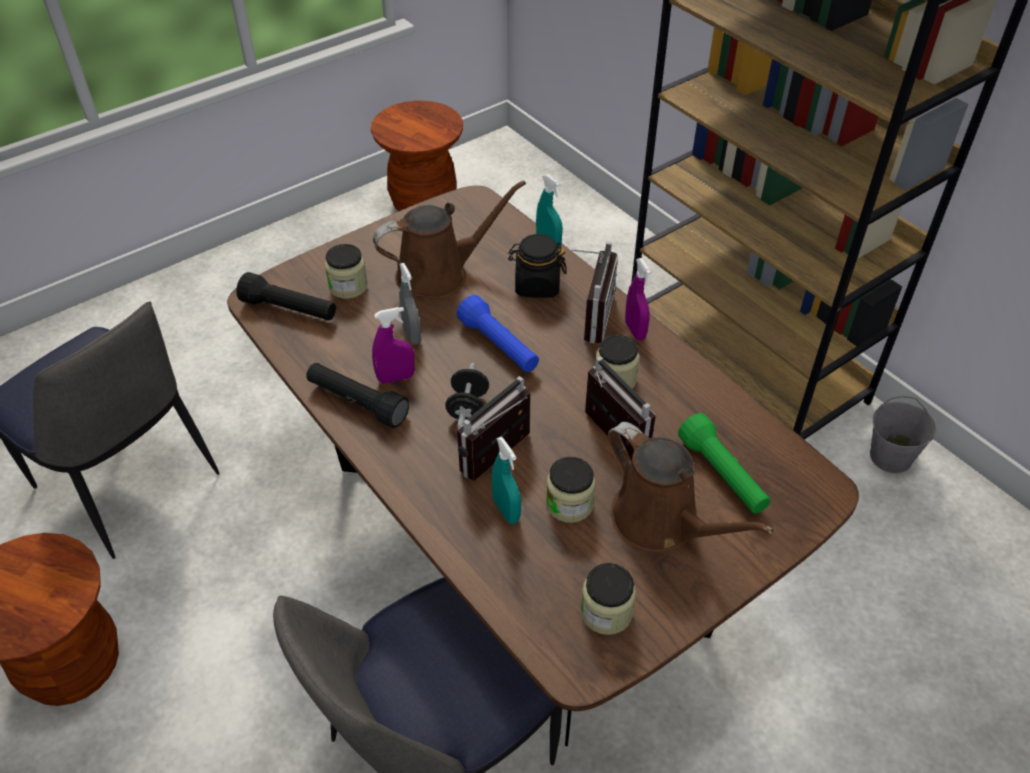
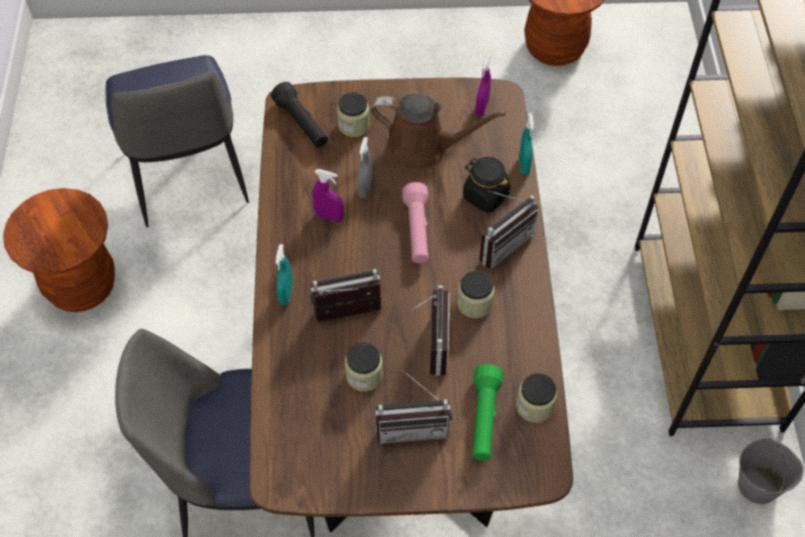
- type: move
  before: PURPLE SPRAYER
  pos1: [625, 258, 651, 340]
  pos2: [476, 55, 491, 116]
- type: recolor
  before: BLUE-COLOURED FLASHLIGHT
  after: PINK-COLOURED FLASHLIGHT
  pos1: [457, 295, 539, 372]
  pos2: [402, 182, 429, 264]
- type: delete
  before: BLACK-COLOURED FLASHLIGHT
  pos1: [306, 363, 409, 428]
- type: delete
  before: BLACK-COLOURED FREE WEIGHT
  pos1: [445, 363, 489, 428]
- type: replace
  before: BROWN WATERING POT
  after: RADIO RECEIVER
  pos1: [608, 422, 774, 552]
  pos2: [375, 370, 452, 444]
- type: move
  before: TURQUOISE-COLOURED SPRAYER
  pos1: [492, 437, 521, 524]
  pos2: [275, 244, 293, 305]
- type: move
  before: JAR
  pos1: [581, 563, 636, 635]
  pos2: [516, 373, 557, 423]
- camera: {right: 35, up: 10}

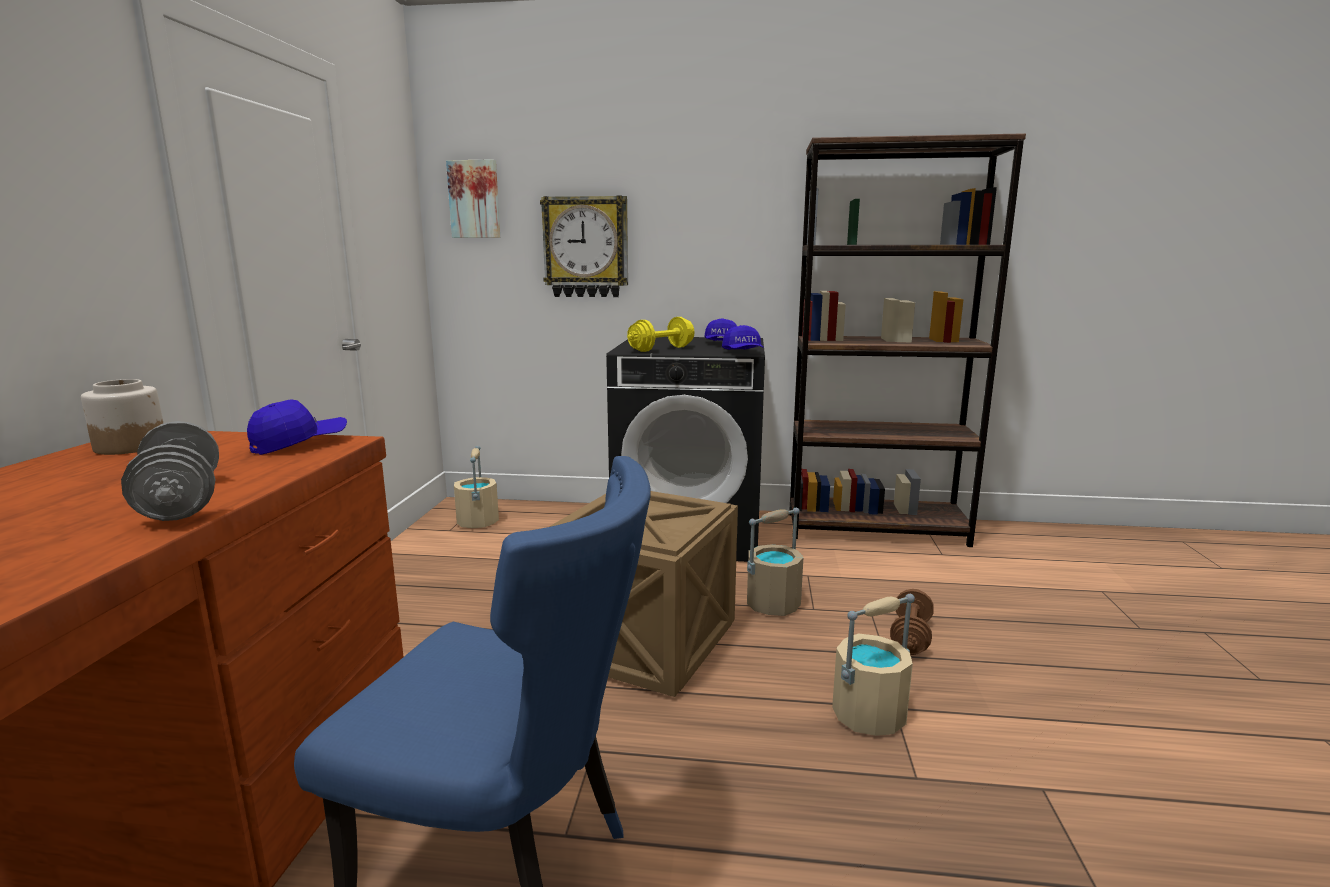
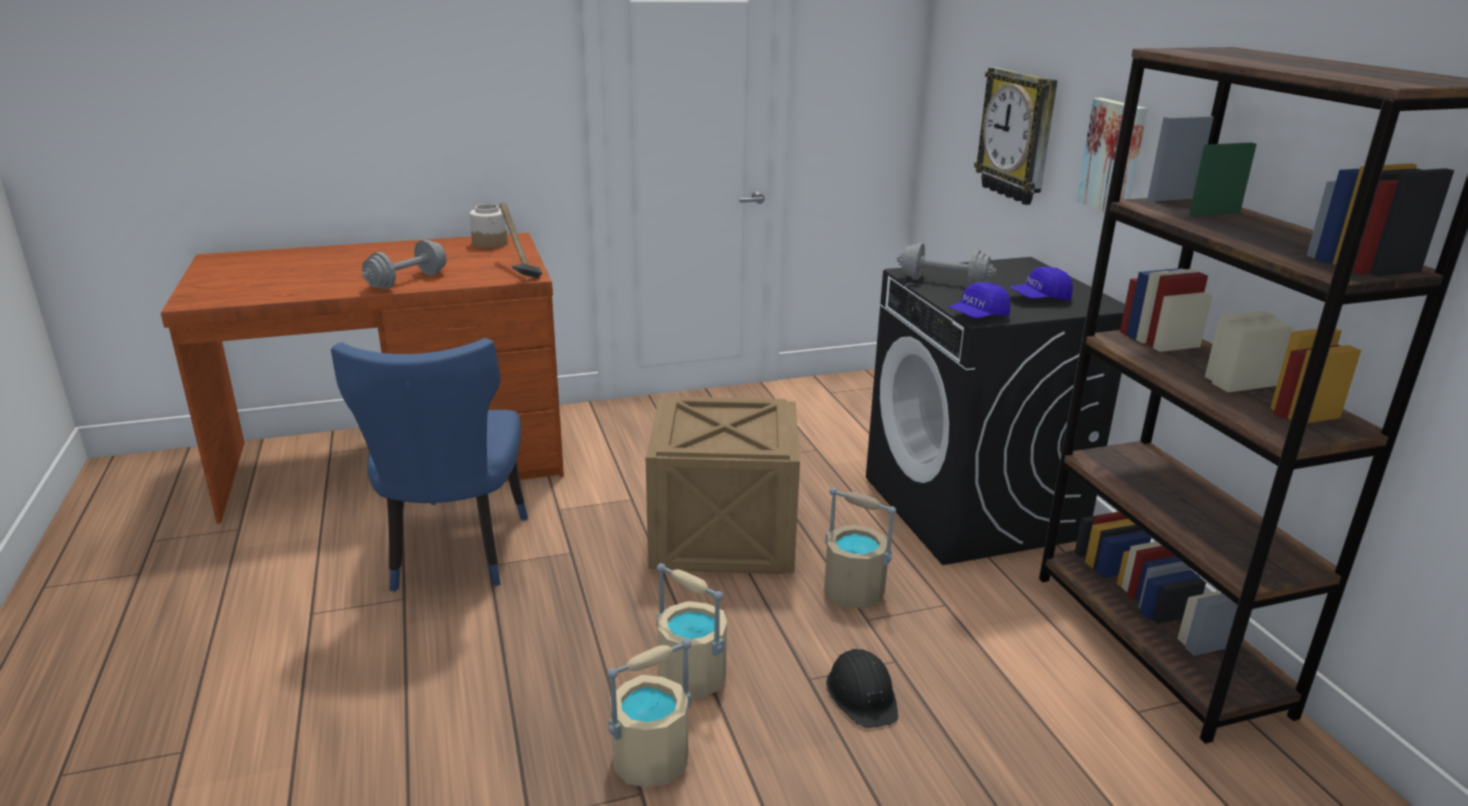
- type: move
  before: WALL PICTURE
  pos1: [446, 159, 500, 238]
  pos2: [1076, 98, 1148, 212]
- type: recolor
  before: YELLOW FREE WEIGHT
  after: GREYISH FREE WEIGHT
  pos1: [627, 317, 695, 352]
  pos2: [897, 243, 997, 286]
- type: replace
  before: BLUE-COLOURED BASEBALL CAP
  after: HAMMER
  pos1: [247, 399, 347, 455]
  pos2: [499, 202, 542, 278]
- type: move
  before: SAND-COLOURED PAIL
  pos1: [454, 446, 499, 528]
  pos2: [607, 639, 692, 788]
- type: replace
  before: BROWN FREE WEIGHT
  after: BLACK-COLOURED HARD HAT
  pos1: [890, 589, 934, 655]
  pos2: [826, 649, 898, 728]
- camera: {right: 65, up: 10}

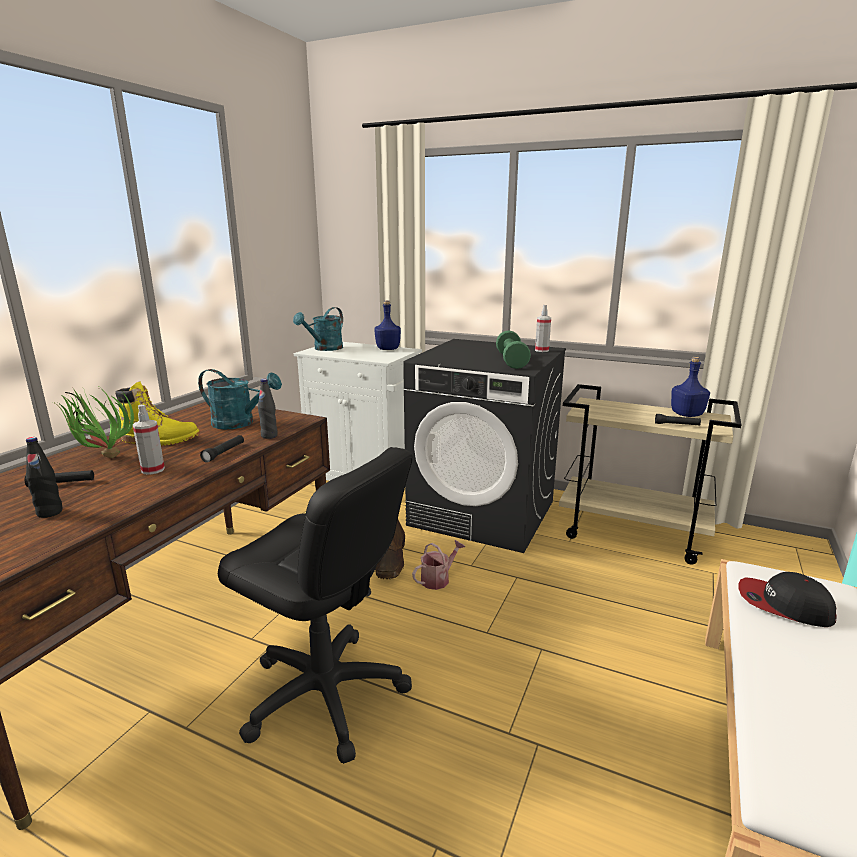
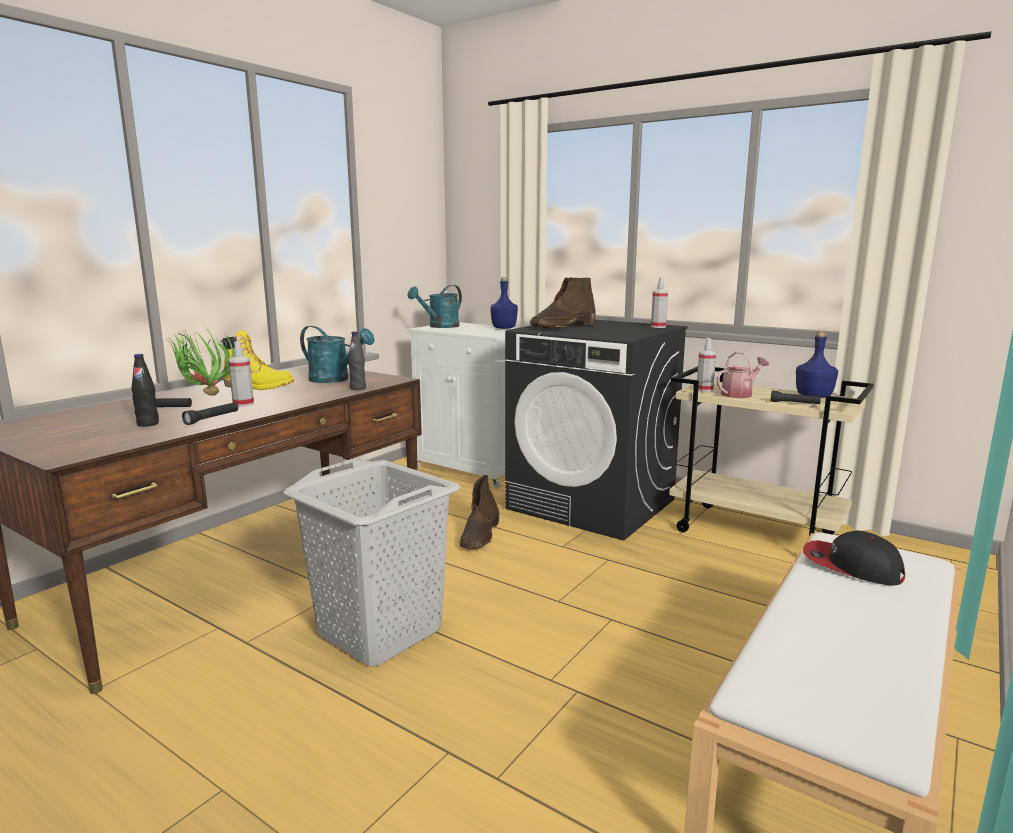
- type: delete
  before: GREENISH FREE WEIGHT
  pos1: [496, 330, 531, 369]
- type: move
  before: BLACK-COLOURED FLASHLIGHT
  pos1: [200, 435, 244, 463]
  pos2: [182, 402, 238, 425]
- type: replace
  before: BLACK-COLOURED COMPUTER CHAIR
  after: GREYISH HAMPER
  pos1: [218, 447, 413, 764]
  pos2: [283, 459, 460, 667]
- type: move
  before: WATERING POT
  pos1: [412, 540, 465, 590]
  pos2: [717, 352, 769, 398]
- type: insert
  after: BROWN TALL BOOT
  pos2: [530, 277, 596, 328]
- type: insert
  after: SPRAYER
  pos2: [697, 338, 716, 392]
- camera: {right: 10, up: -5}

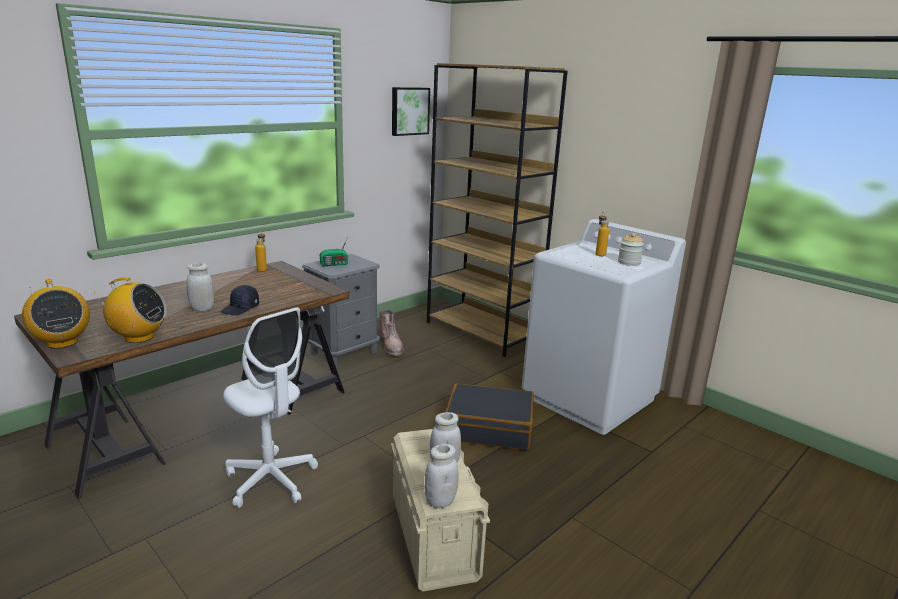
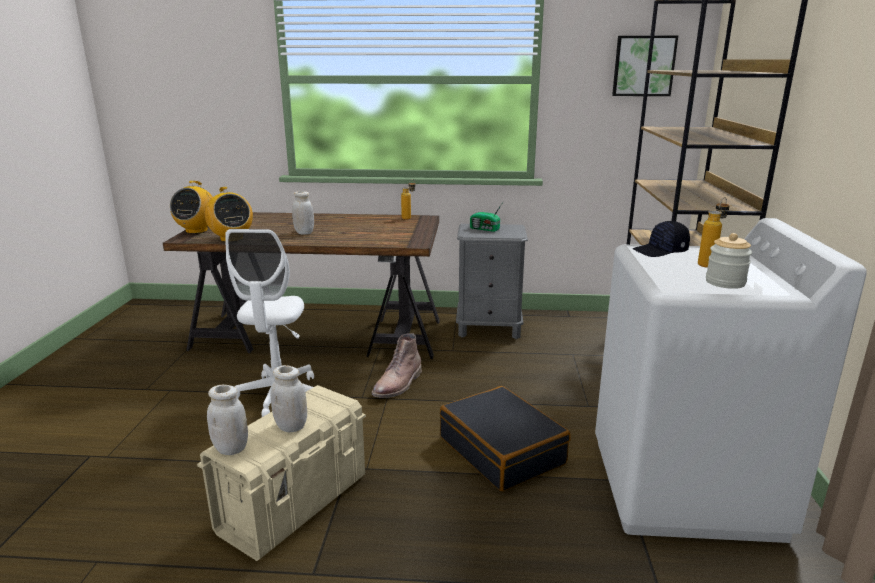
- type: move
  before: BLACK-COLOURED BASEBALL CAP
  pos1: [220, 285, 259, 316]
  pos2: [633, 221, 690, 257]
- type: move
  before: BROWN TALL BOOT
  pos1: [379, 309, 404, 356]
  pos2: [372, 333, 422, 398]
- camera: {right: 50, up: 0}

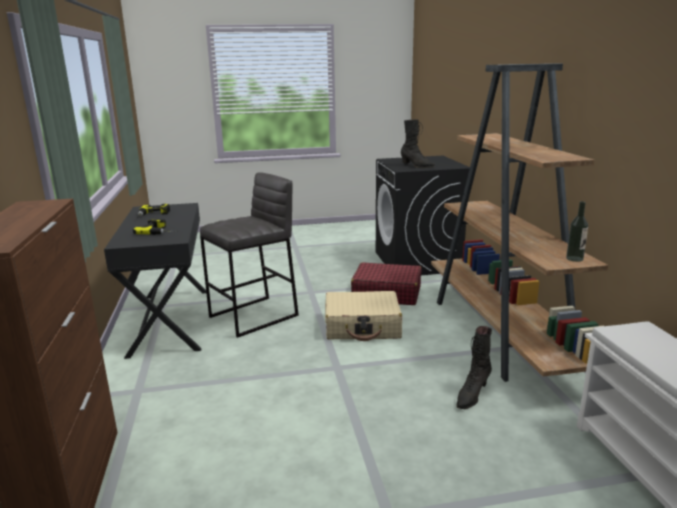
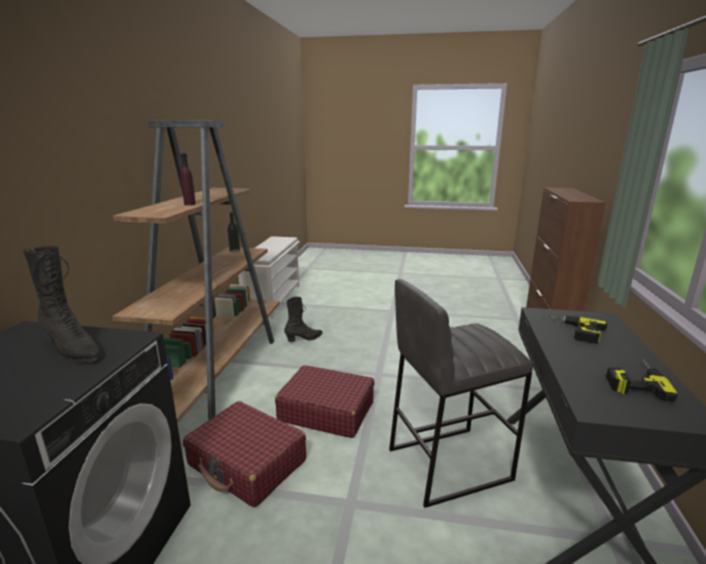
- type: rotate
  before: BLACK-COLOURED TALL BOOT
  pos1: [401, 119, 435, 168]
  pos2: [23, 246, 102, 363]
  turn: 150
- type: recolor
  before: SAND-COLOURED SUITCASE
  after: REDDISH SUITCASE
  pos1: [325, 291, 402, 341]
  pos2: [275, 365, 374, 438]
- type: insert
  after: PURPLE BEVERAGE BOTTLE
  pos2: [180, 153, 196, 205]
- camera: {right: -160, up: 0}

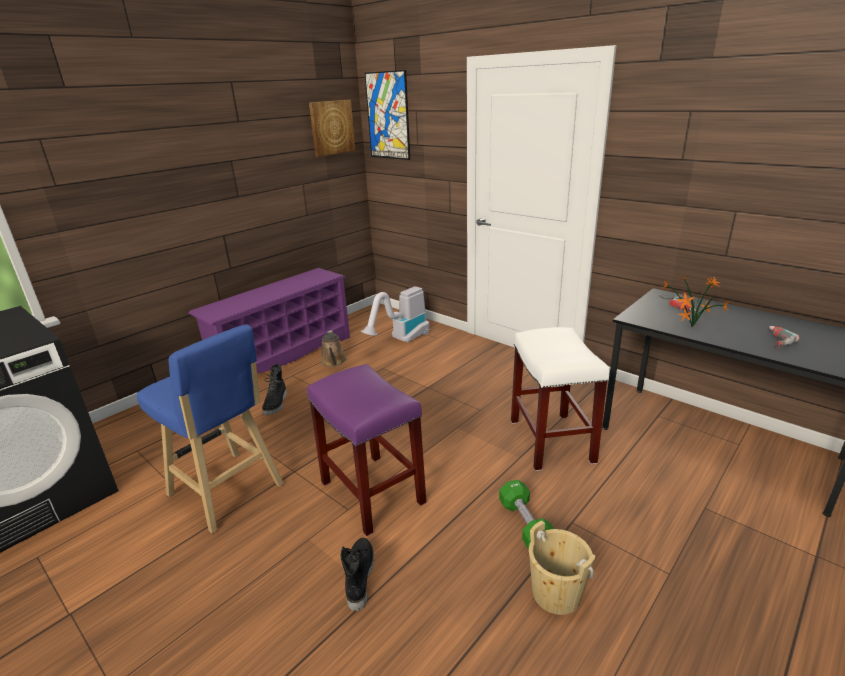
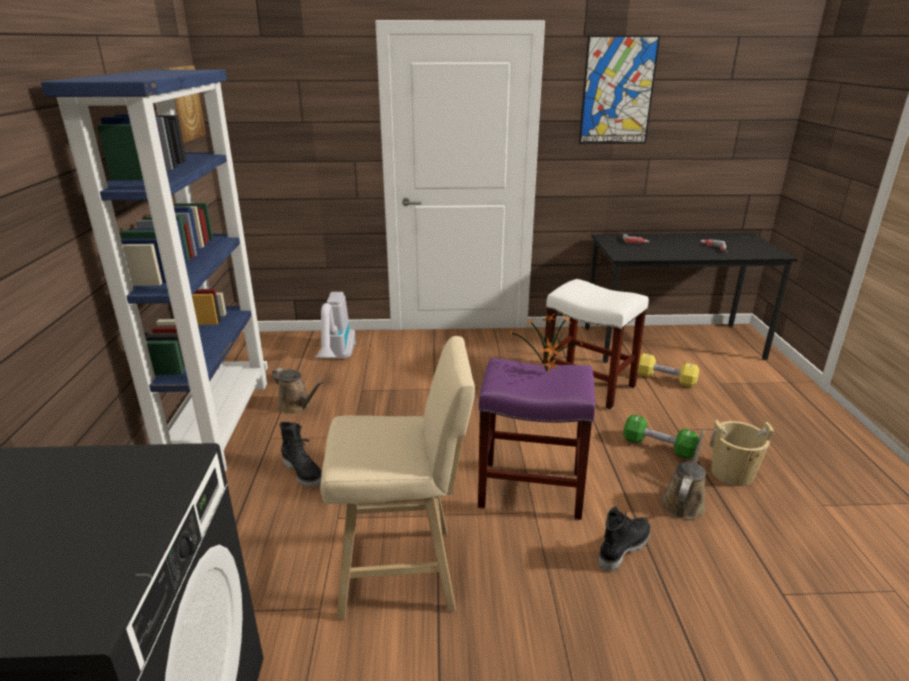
- type: move
  before: WALL PICTURE
  pos1: [365, 70, 410, 160]
  pos2: [579, 36, 660, 144]
- type: replace
  before: PURPLE SHOE STAND
  after: BLUE-COLOURED BOOKSHELF
  pos1: [188, 268, 350, 374]
  pos2: [41, 70, 268, 472]
- type: move
  before: PLANT IN A POT
  pos1: [662, 276, 729, 327]
  pos2: [509, 313, 583, 372]
- type: recolor
  before: BLUE-COLOURED STOOL
  after: SAND-COLOURED STOOL
  pos1: [137, 324, 284, 533]
  pos2: [320, 336, 475, 619]
- type: rotate
  before: BLACK-COLOURED TALL BOOT
  pos1: [341, 538, 374, 611]
  pos2: [598, 505, 650, 572]
  turn: 90
- type: insert
  after: YELLOW FREE WEIGHT
  pos2: [638, 353, 699, 387]
- type: insert
  after: BROWN WATERING POT
  pos2: [661, 430, 706, 520]
- camera: {right: -45, up: 0}

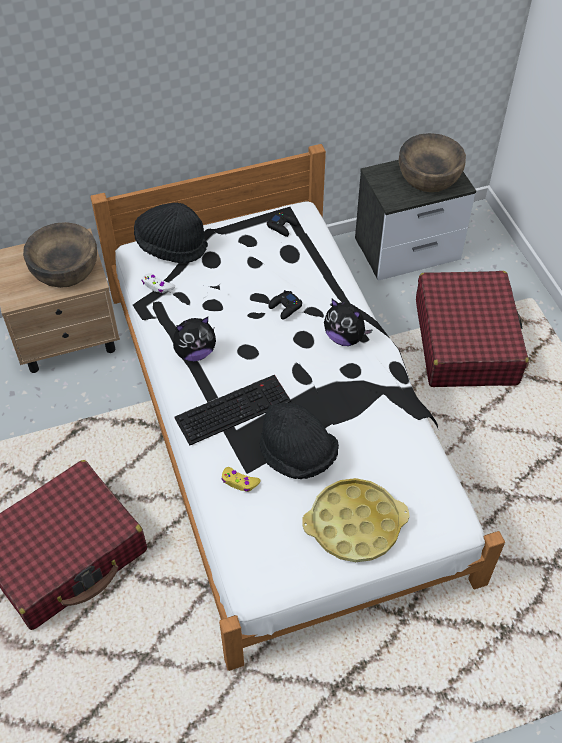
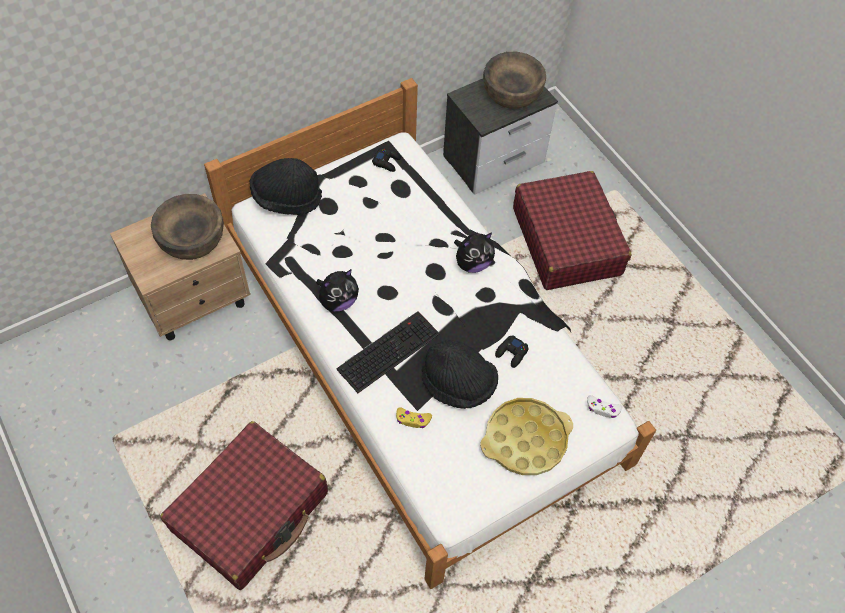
- type: move
  before: WHITE-COLOURED GAME CONTROLLER
  pos1: [141, 273, 175, 293]
  pos2: [587, 395, 622, 418]
- type: move
  before: BLACK-COLOURED GAME CONTROLLER
  pos1: [268, 290, 302, 320]
  pos2: [495, 335, 529, 368]
- type: rotate
  before: CUDDLY TOY
  pos1: [324, 299, 373, 346]
  pos2: [454, 233, 495, 273]
  turn: -45
- camera: {right: -15, up: 5}

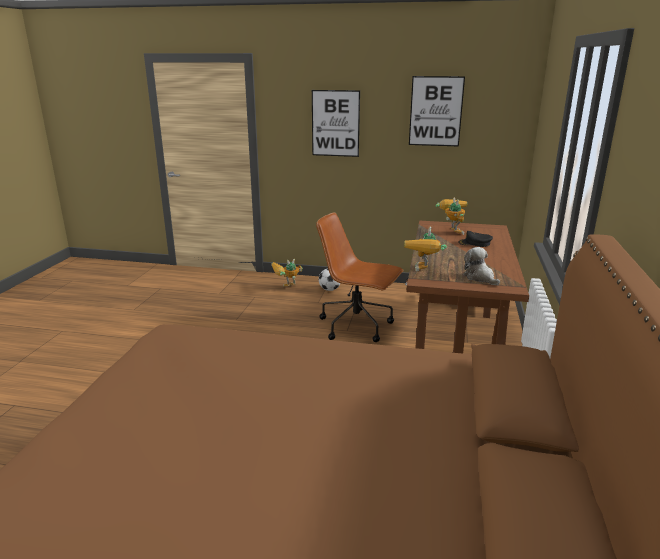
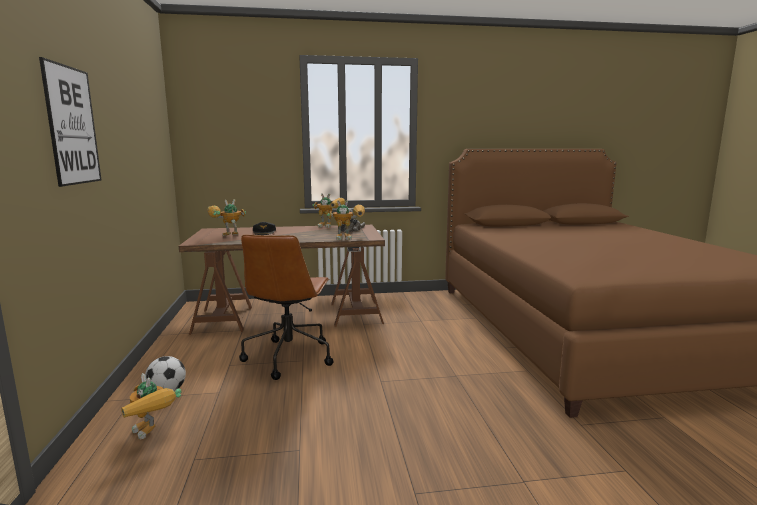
- type: delete
  before: WALL PICTURE
  pos1: [409, 76, 465, 146]
- type: insert
  after: TOY ROBOT
  pos2: [312, 193, 346, 228]
- camera: {right: -110, up: -10}

